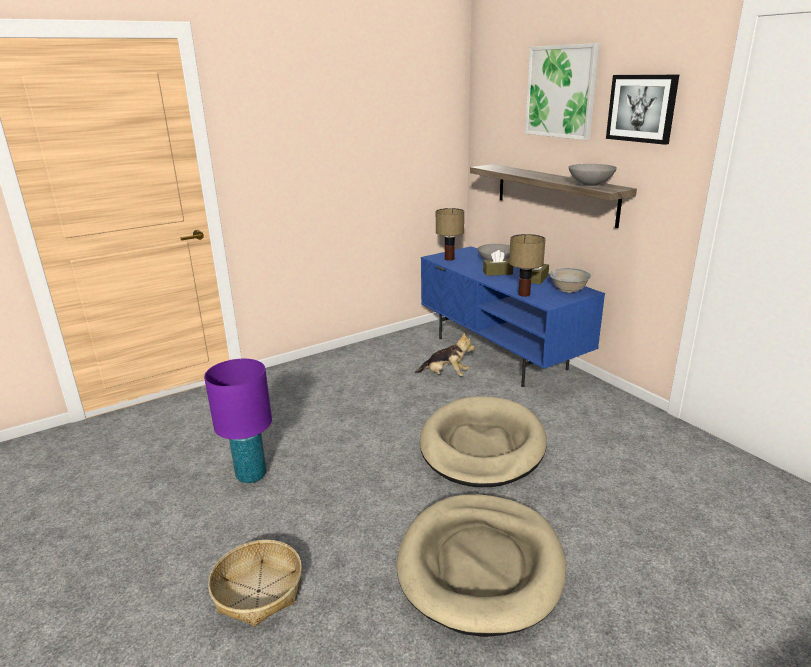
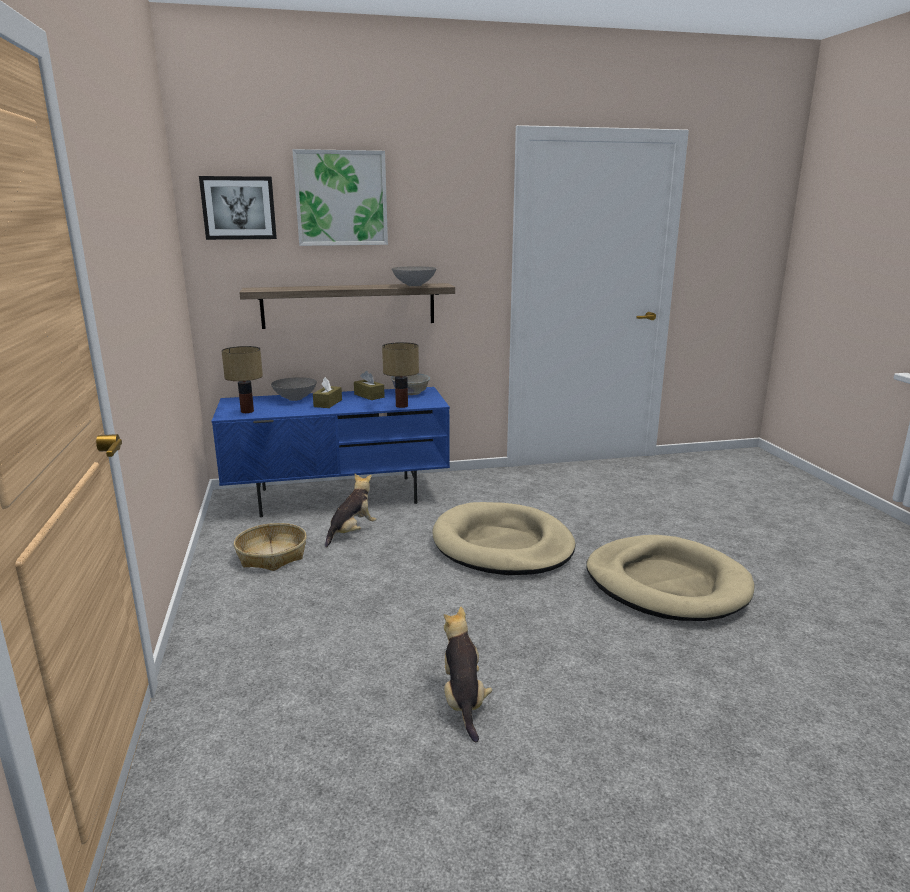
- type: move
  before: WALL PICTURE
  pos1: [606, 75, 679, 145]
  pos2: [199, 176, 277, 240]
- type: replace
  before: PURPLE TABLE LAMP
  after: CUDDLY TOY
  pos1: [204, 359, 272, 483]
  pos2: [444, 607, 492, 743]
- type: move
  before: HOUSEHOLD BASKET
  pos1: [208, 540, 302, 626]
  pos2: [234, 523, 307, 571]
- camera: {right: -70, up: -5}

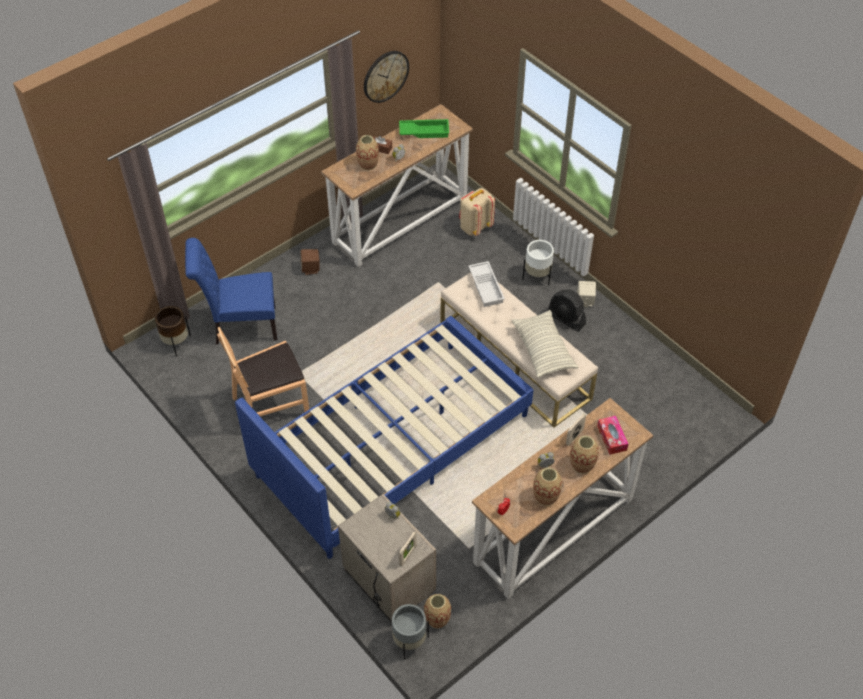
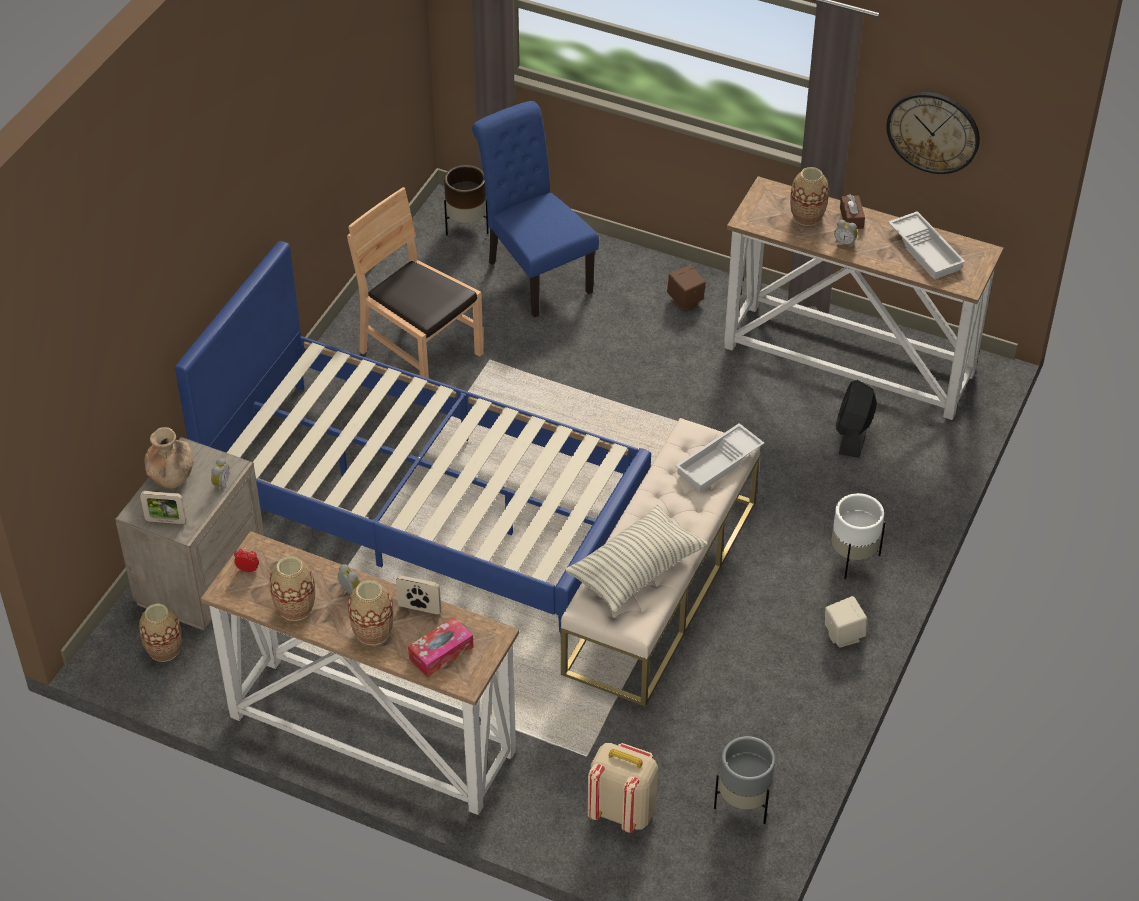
- type: recolor
  before: GREENISH SERVING TRAY
  after: WHITE-COLOURED SERVING TRAY
  pos1: [399, 119, 449, 138]
  pos2: [888, 211, 965, 280]
- type: move
  before: SAND-COLOURED KNAPSACK
  pos1: [459, 188, 495, 236]
  pos2: [588, 743, 658, 833]
- type: move
  before: BLACK-COLOURED FAN
  pos1: [548, 289, 586, 332]
  pos2: [835, 380, 877, 458]
- type: move
  before: GREYISH FLOWER POT
  pos1: [392, 604, 429, 660]
  pos2: [714, 736, 775, 824]
- type: insert
  after: BROWN FLOWER VASE
  pos2: [145, 427, 194, 489]
- camera: {right: 65, up: -5}

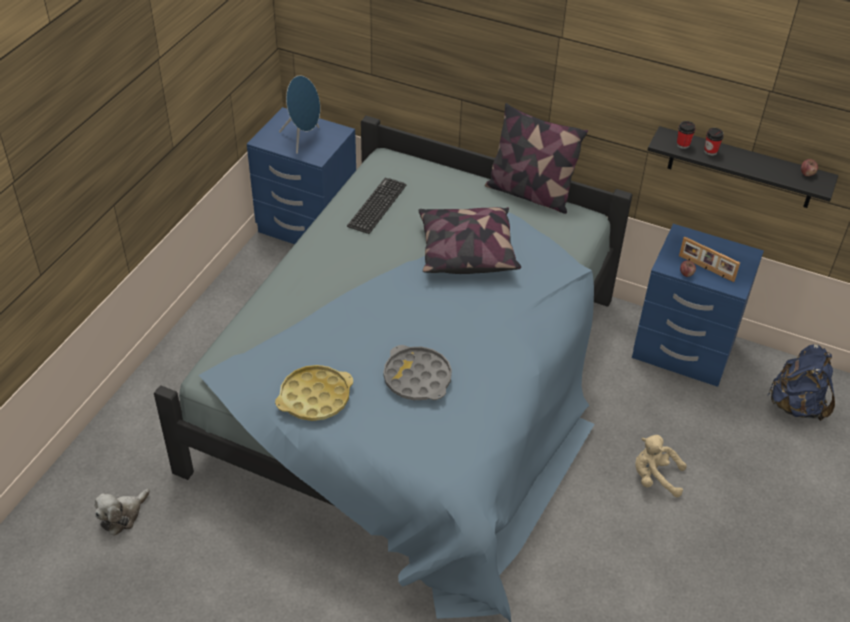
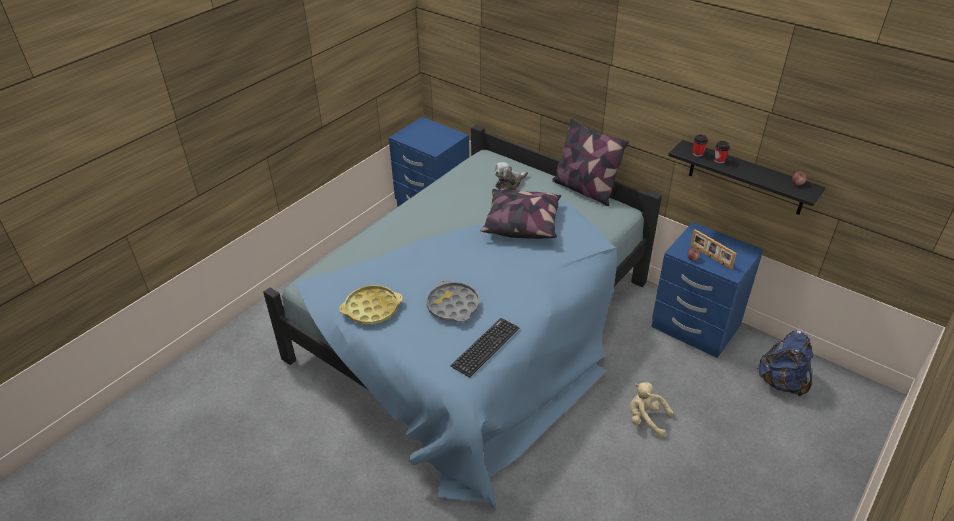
- type: delete
  before: BLUE-COLOURED LOUDSPEAKER
  pos1: [279, 76, 320, 154]
- type: move
  before: KEYBOARD
  pos1: [347, 178, 406, 234]
  pos2: [451, 318, 519, 377]
- type: move
  before: CUDDLY TOY
  pos1: [95, 489, 150, 536]
  pos2: [495, 162, 528, 190]
- camera: {right: 15, up: -5}

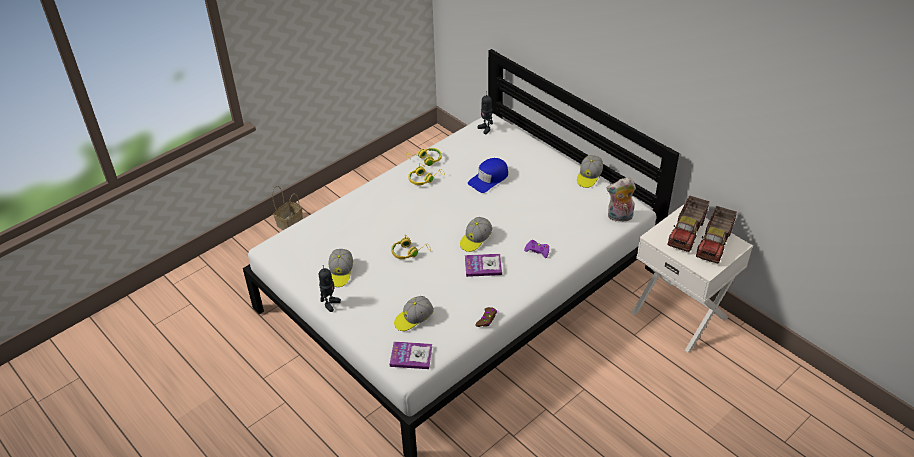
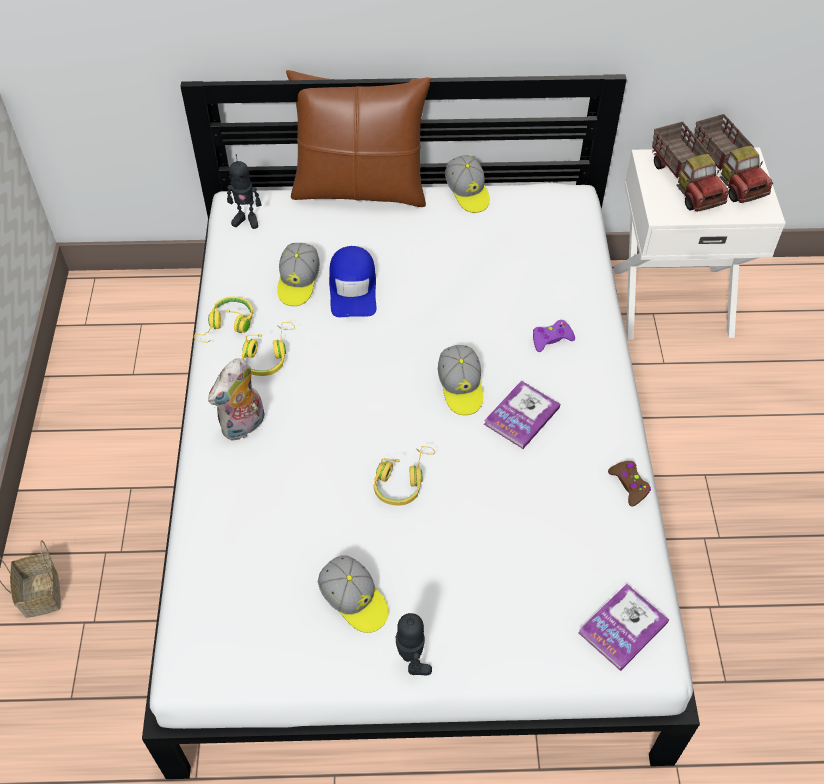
- type: move
  before: CUDDLY TOY
  pos1: [607, 178, 636, 222]
  pos2: [208, 358, 265, 441]
- type: move
  before: BASEBALL CAP
  pos1: [394, 296, 434, 331]
  pos2: [277, 243, 320, 306]
- type: insert
  after: BROWN THROW PILLOW
  pos2: [286, 70, 431, 207]
- camera: {right: -50, up: 10}

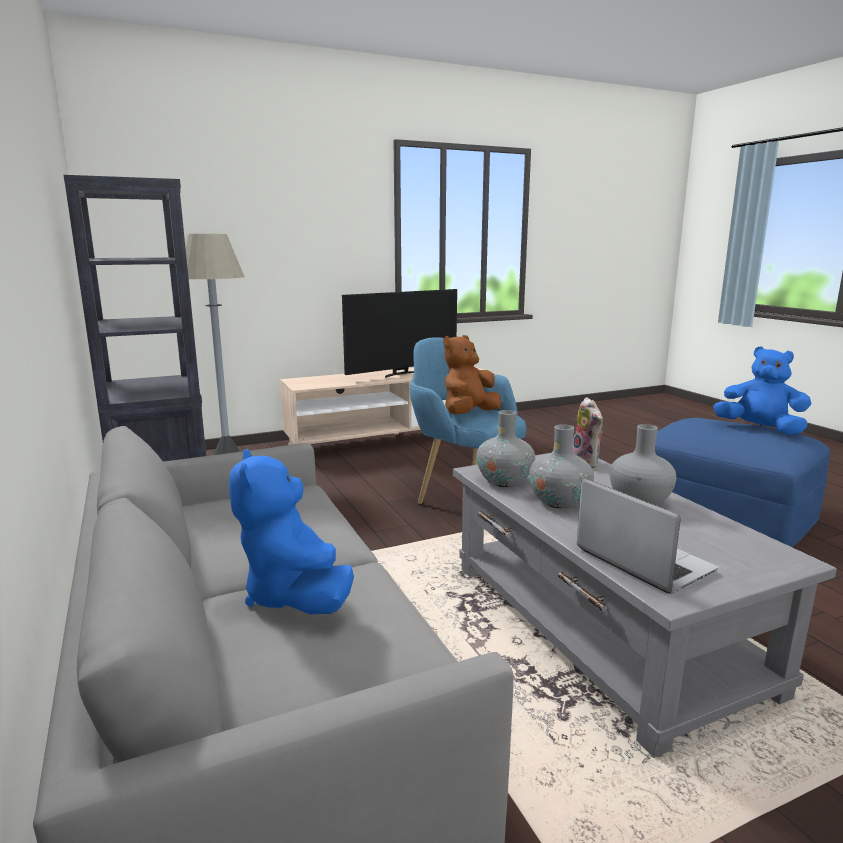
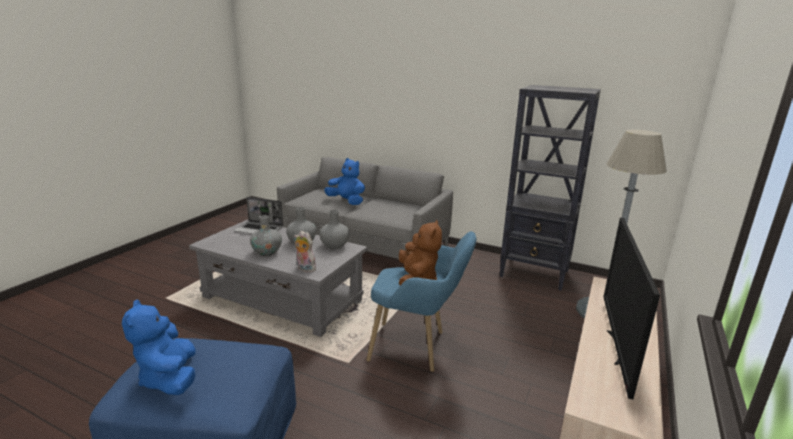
- type: rotate
  before: BLUE-COLOURED CUDDLY TOY
  pos1: [713, 346, 811, 435]
  pos2: [122, 300, 196, 395]
  turn: 75
- camera: {right: 140, up: 5}

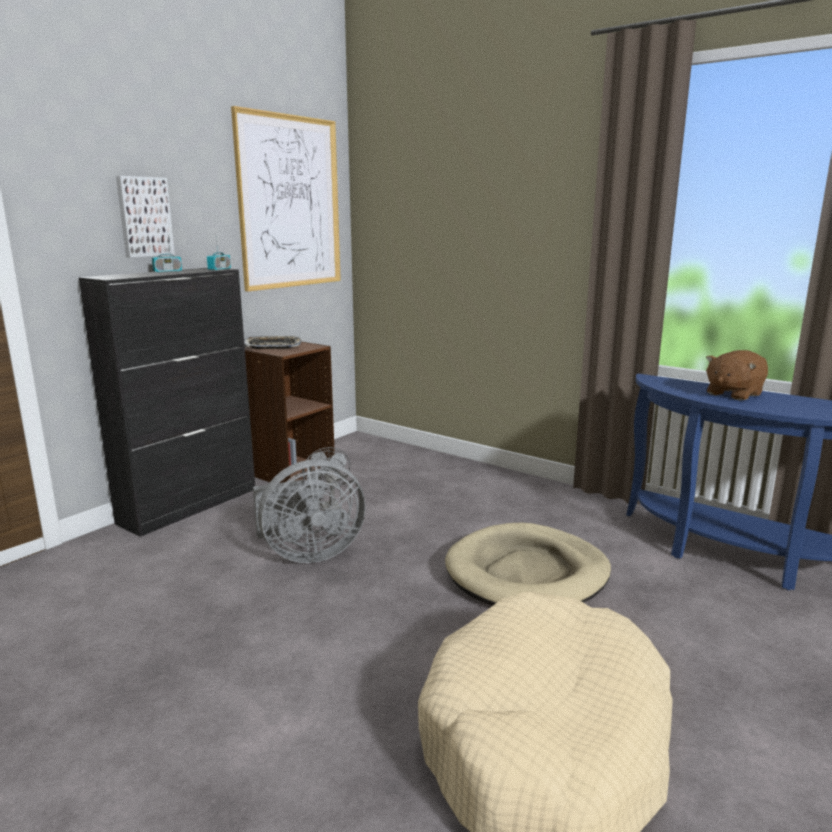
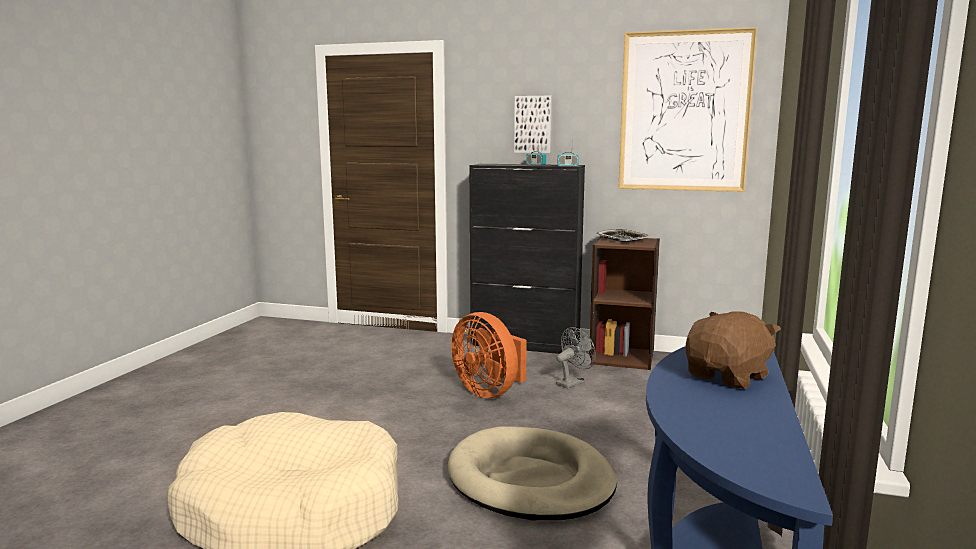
- type: rotate
  before: BROWN CUDDLY TOY
  pos1: [706, 350, 768, 401]
  pos2: [686, 312, 781, 389]
  turn: 105
- type: recolor
  before: GREYISH FAN
  after: ORANGEY FAN
  pos1: [253, 459, 366, 563]
  pos2: [451, 312, 527, 398]
- camera: {right: 70, up: -5}

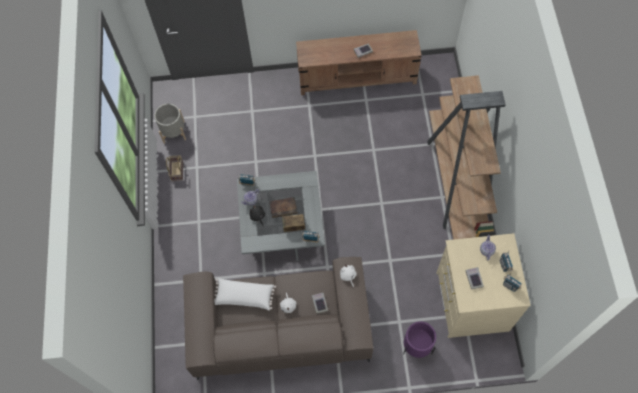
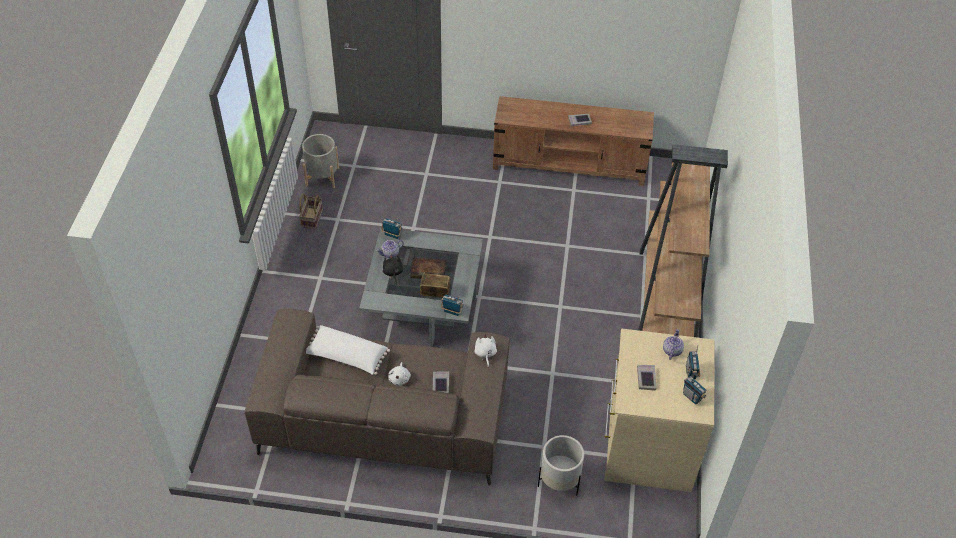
- type: recolor
  before: PURPLE FLOWER POT
  after: WHITE-COLOURED FLOWER POT
  pos1: [403, 321, 436, 358]
  pos2: [538, 435, 584, 495]
- camera: {right: 10, up: -15}

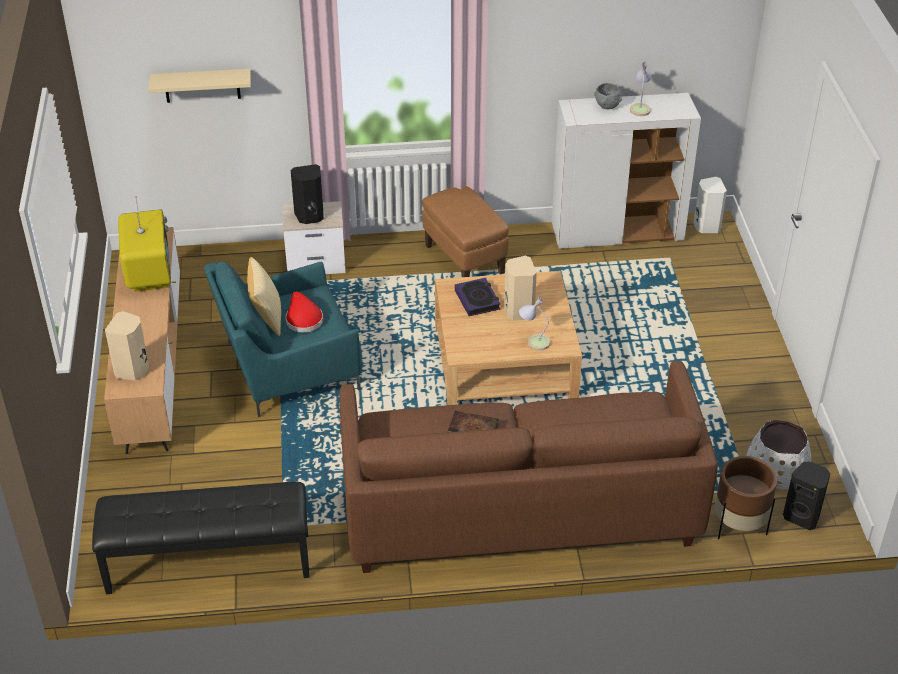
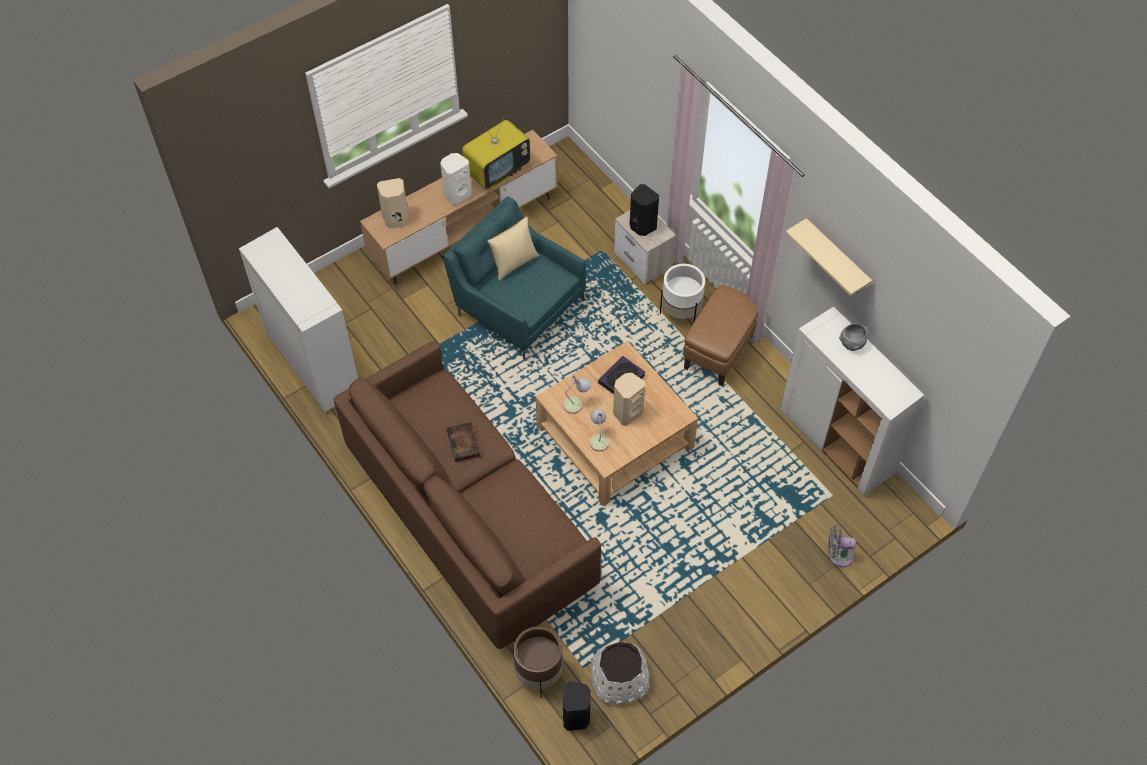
- type: move
  before: TABLE LAMP
  pos1: [630, 62, 651, 116]
  pos2: [563, 375, 592, 414]
- type: move
  before: SAND-COLOURED WALL SHELF
  pos1: [149, 69, 251, 103]
  pos2: [785, 218, 872, 296]
- type: move
  before: WHITE-COLOURED LOUDSPEAKER
  pos1: [694, 177, 727, 233]
  pos2: [440, 153, 472, 205]
- type: delete
  before: REDDISH WEARABLE HAT
  pos1: [286, 292, 323, 333]
- type: replace
  before: BLACK-COLOURED LONG SEAT
  after: WHITE-COLOURED CABINET
  pos1: [92, 482, 310, 594]
  pos2: [239, 227, 358, 412]
- type: insert
  after: WHITE-COLOURED FLOWER POT
  pos2: [660, 264, 705, 321]
- type: insert
  after: GREYISH FAN
  pos2: [828, 525, 856, 567]
- camera: {right: 60, up: 15}

